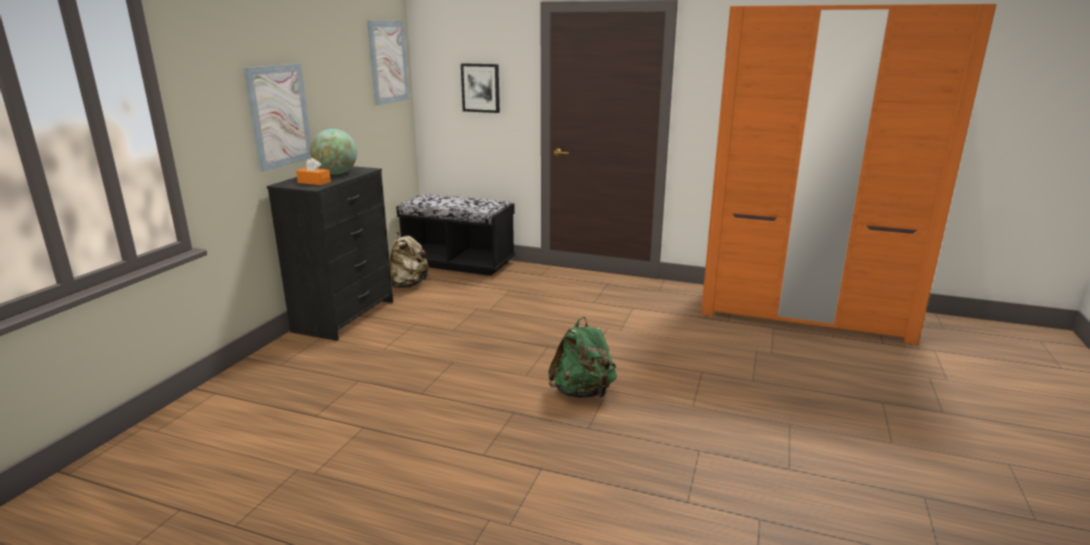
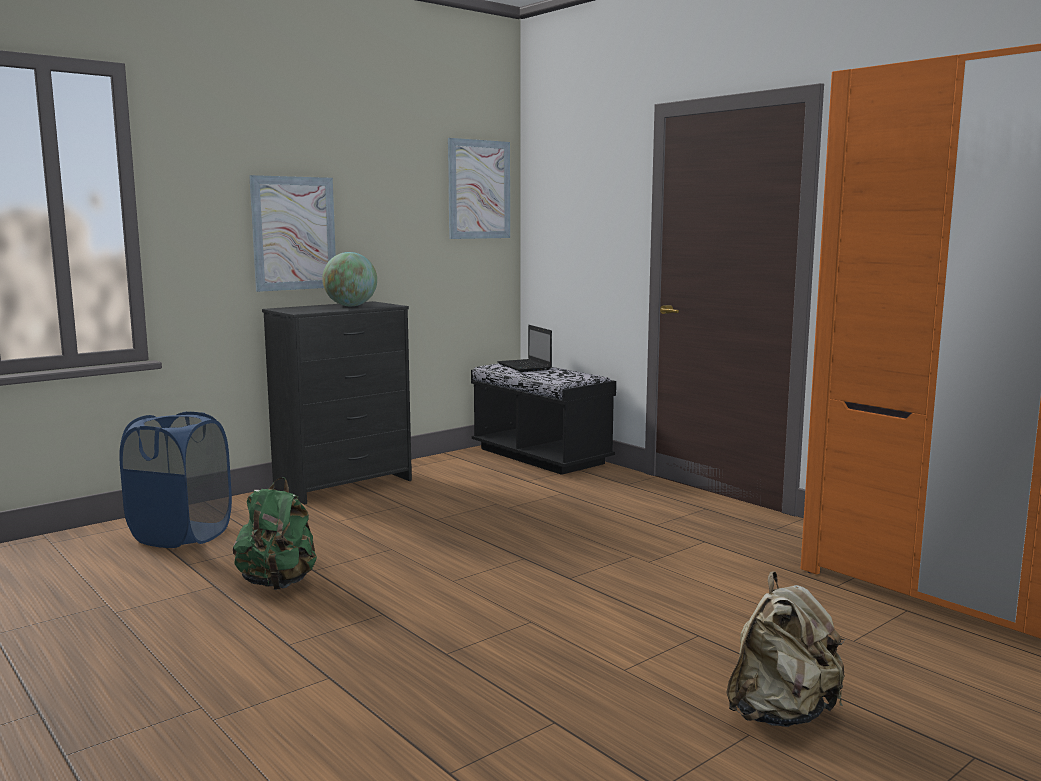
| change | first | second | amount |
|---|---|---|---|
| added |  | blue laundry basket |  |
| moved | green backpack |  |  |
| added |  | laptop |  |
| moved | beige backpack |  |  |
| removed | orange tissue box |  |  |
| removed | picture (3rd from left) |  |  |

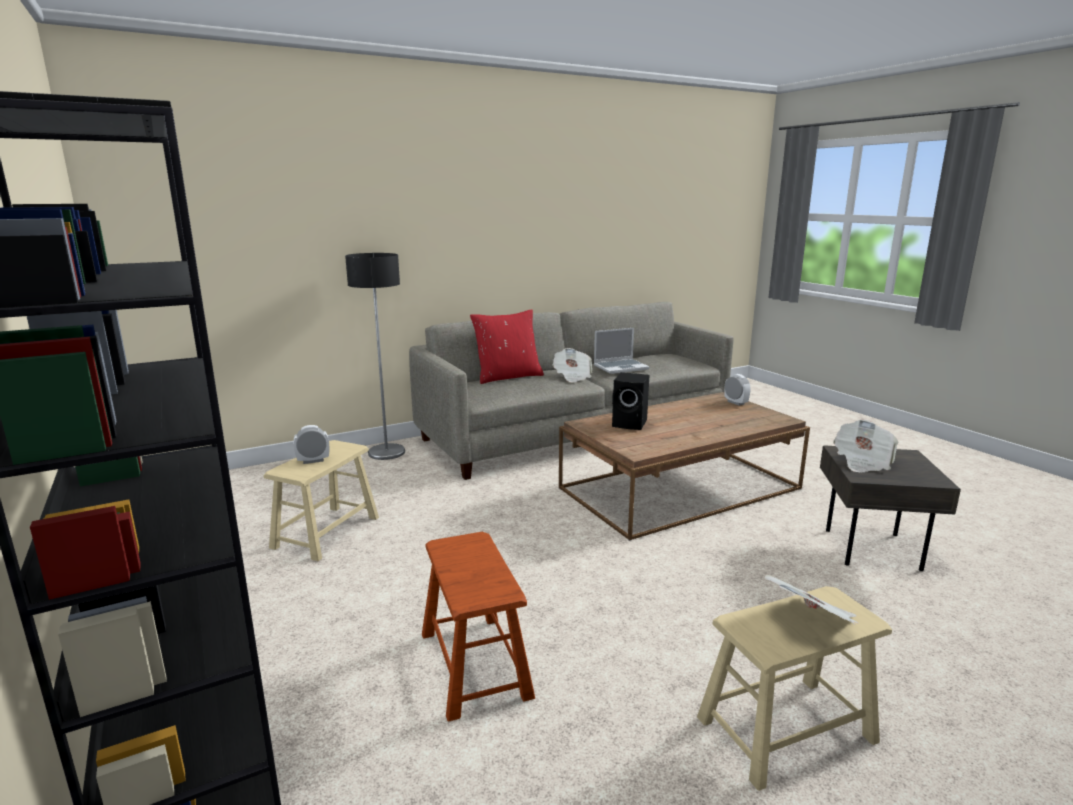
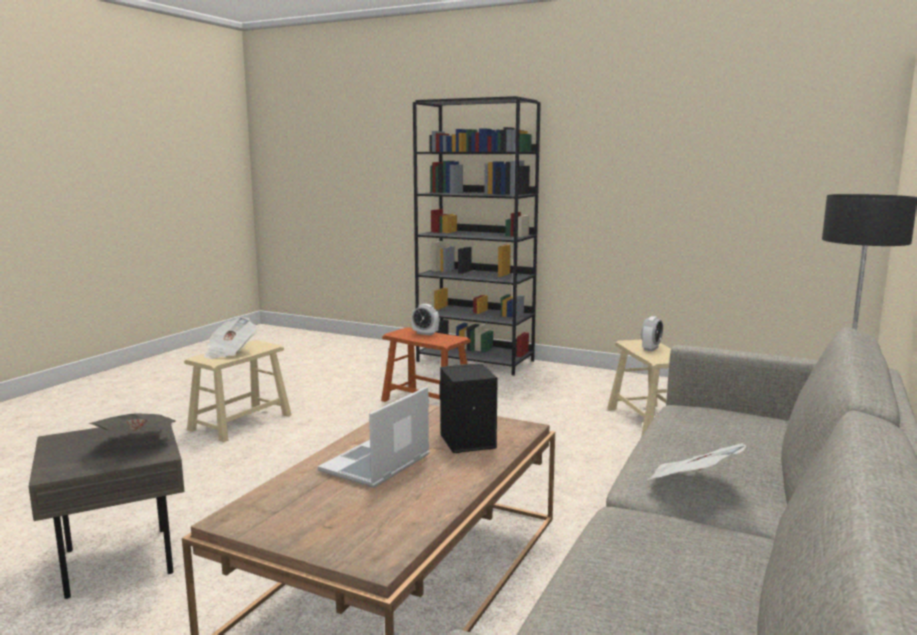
| change | first | second | amount |
|---|---|---|---|
| moved | laptop |  |  |
| moved | alarm clock (2nd from left in the first image) | alarm clock (1st from left) |  |
| removed | red pillow |  |  |

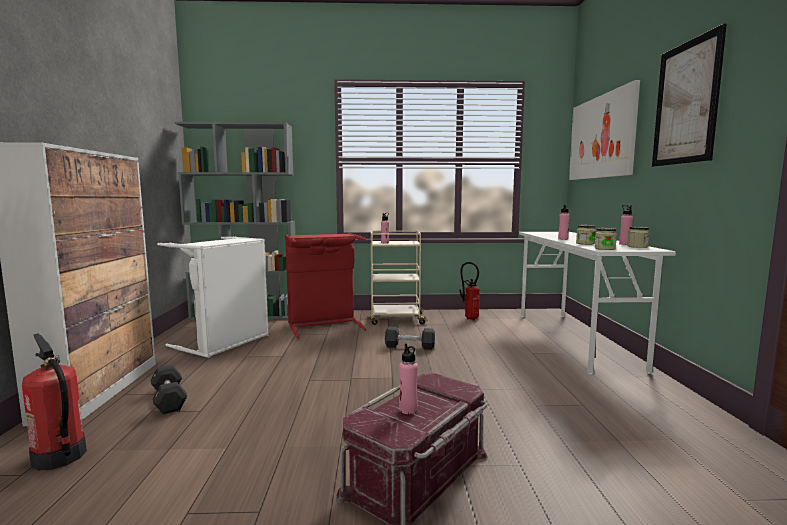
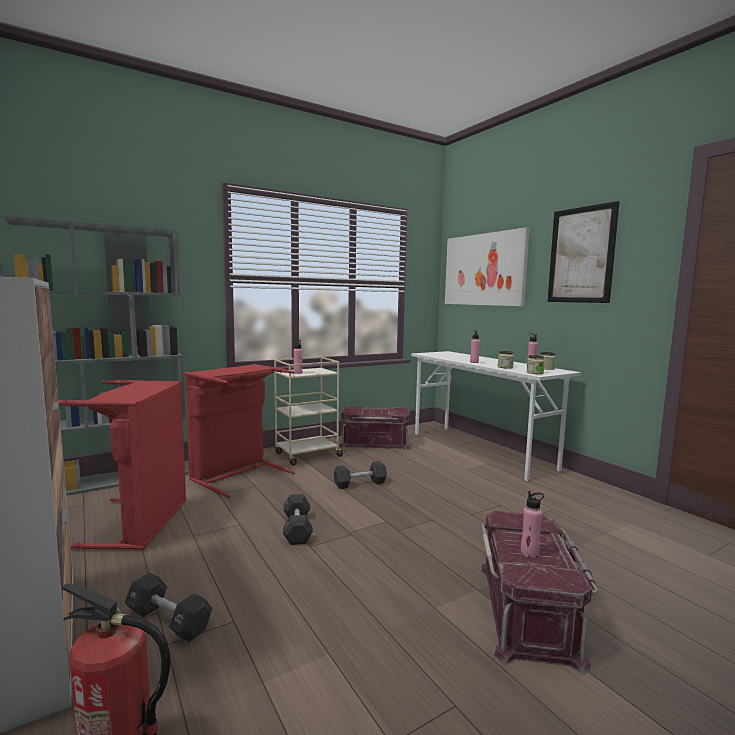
| change | first | second | amount |
|---|---|---|---|
| recoloured | white laundry basket | red laundry basket (1st from left) |  |
| added |  | black dumbbell (2nd from left) |  |
| replaced | fire extinguisher (2nd from left) | red storage box (1st from left) |  |

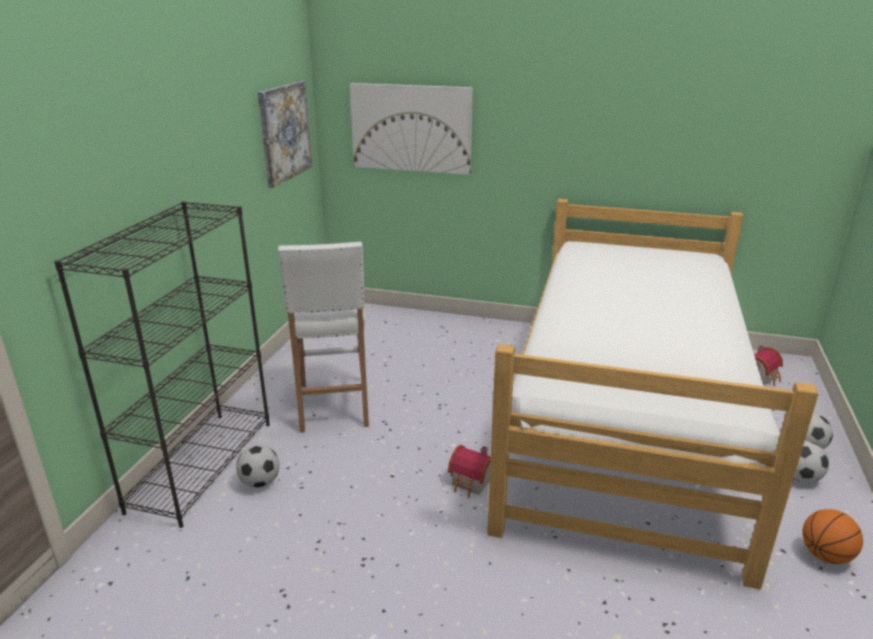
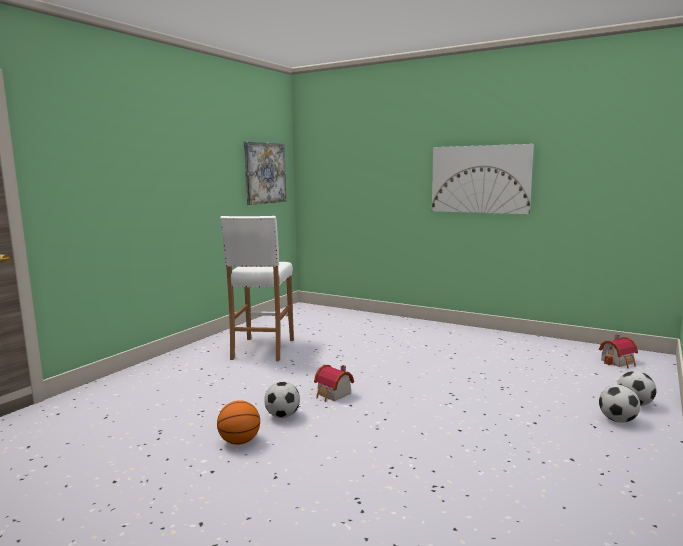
| change | first | second | amount |
|---|---|---|---|
| moved | basketball |  |  |
| moved | football (1st from left) |  |  |
| moved | picture (2nd from left) |  |  |
| removed | black bookcase |  |  |
| removed | bed |  |  |

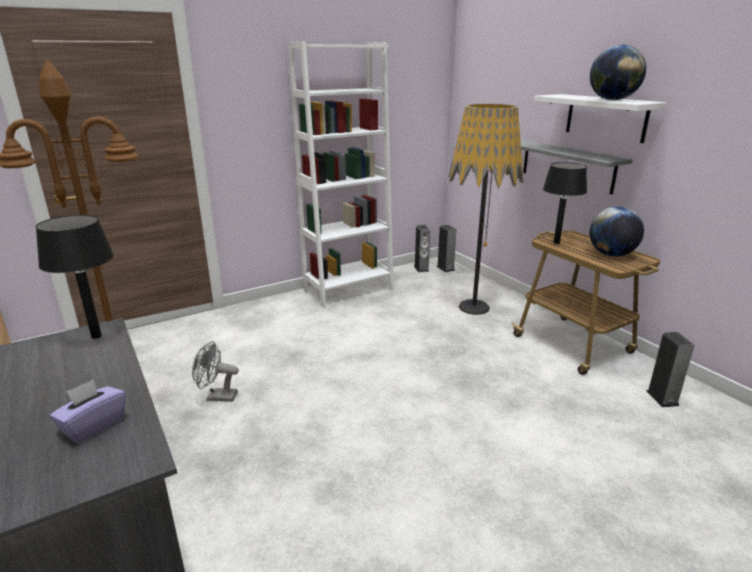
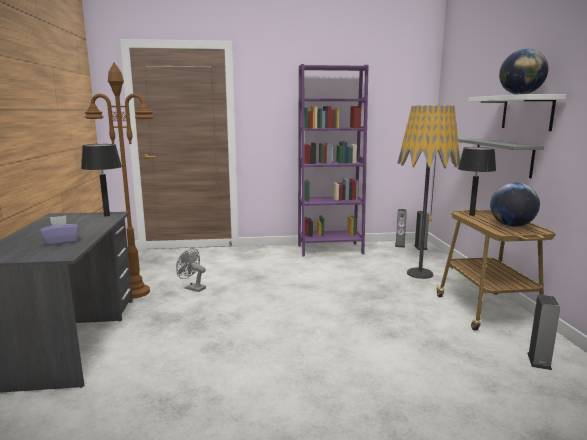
| change | first | second | amount |
|---|---|---|---|
| recoloured | white bookcase | purple bookcase |  |

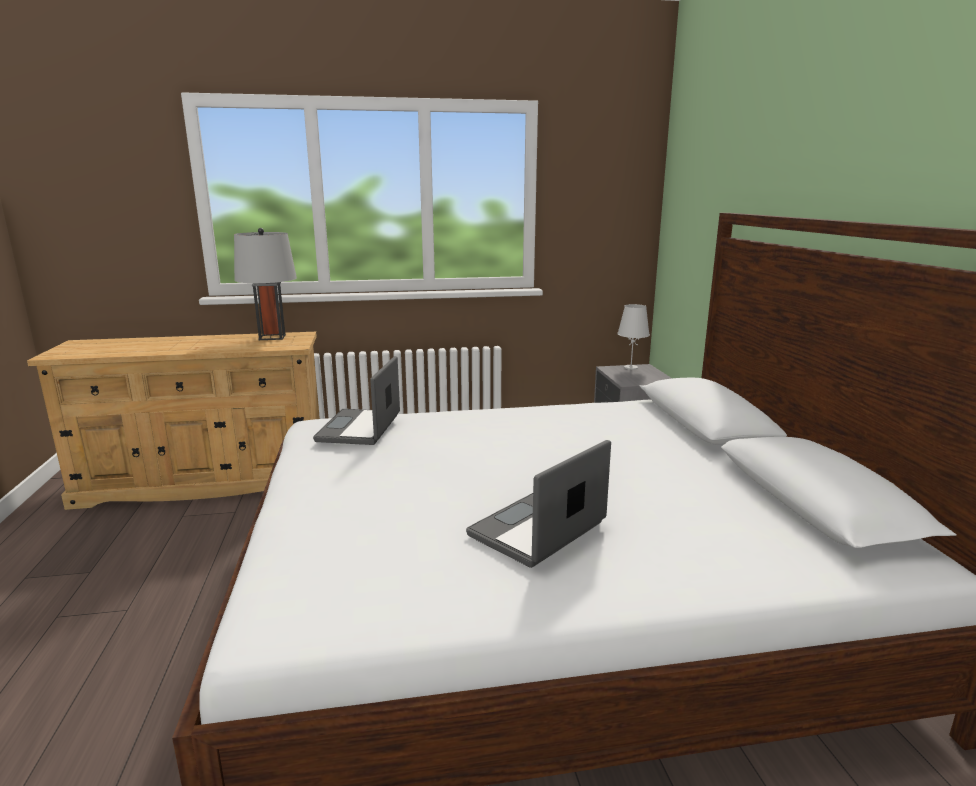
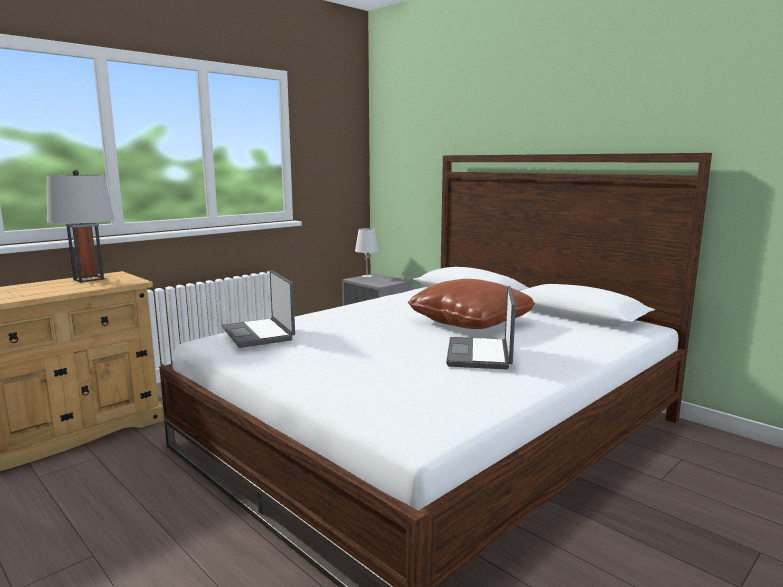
| change | first | second | amount |
|---|---|---|---|
| added |  | brown pillow |  |

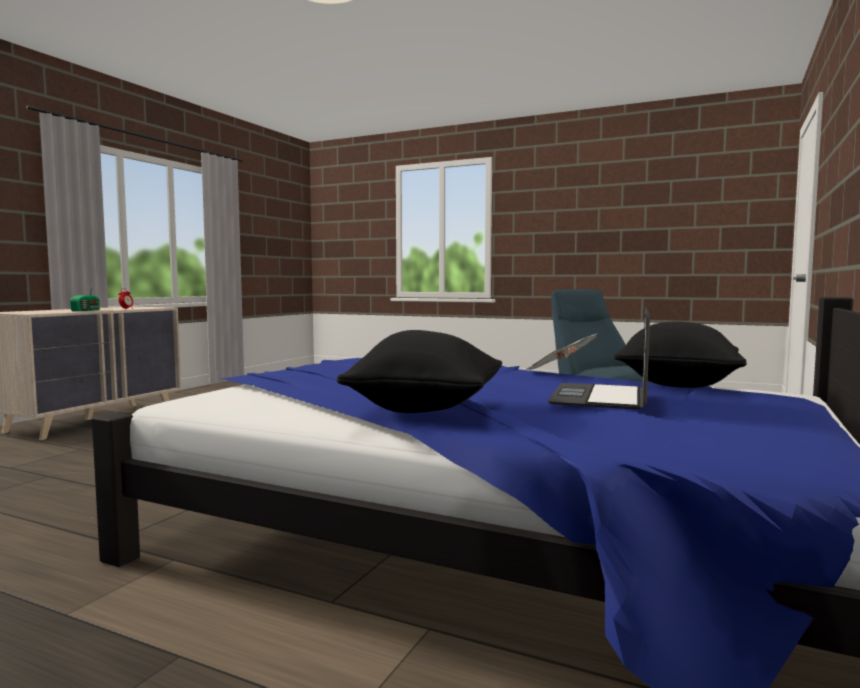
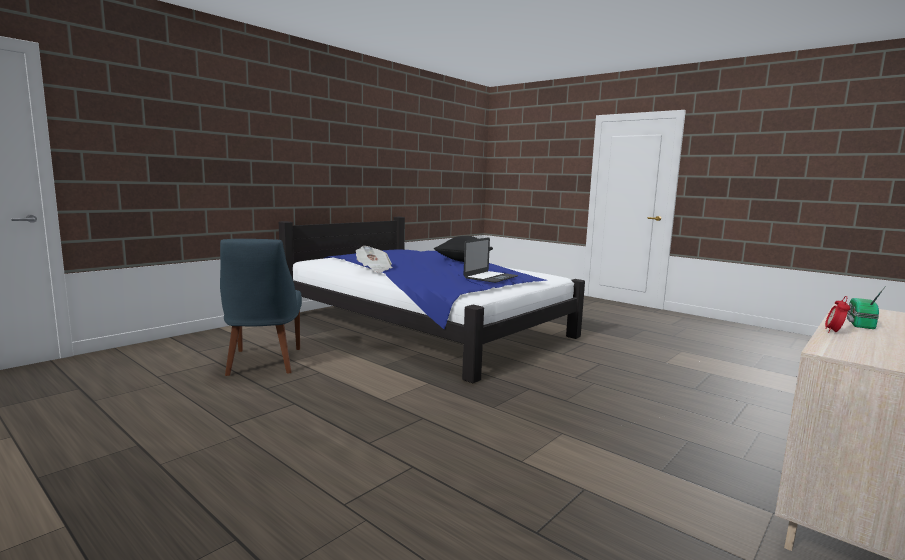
| change | first | second | amount |
|---|---|---|---|
| moved | laptop |  |  |
| removed | black pillow (2nd from left) |  |  |

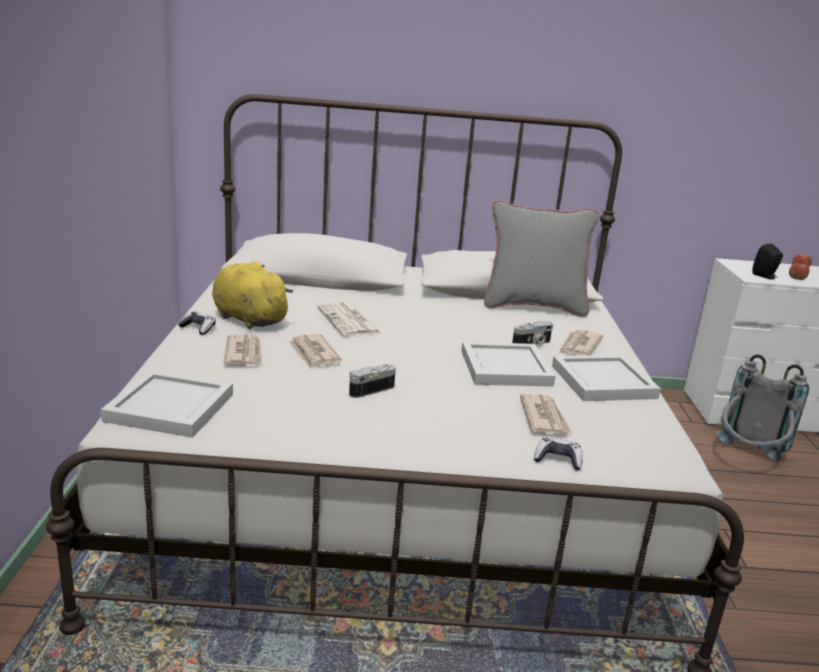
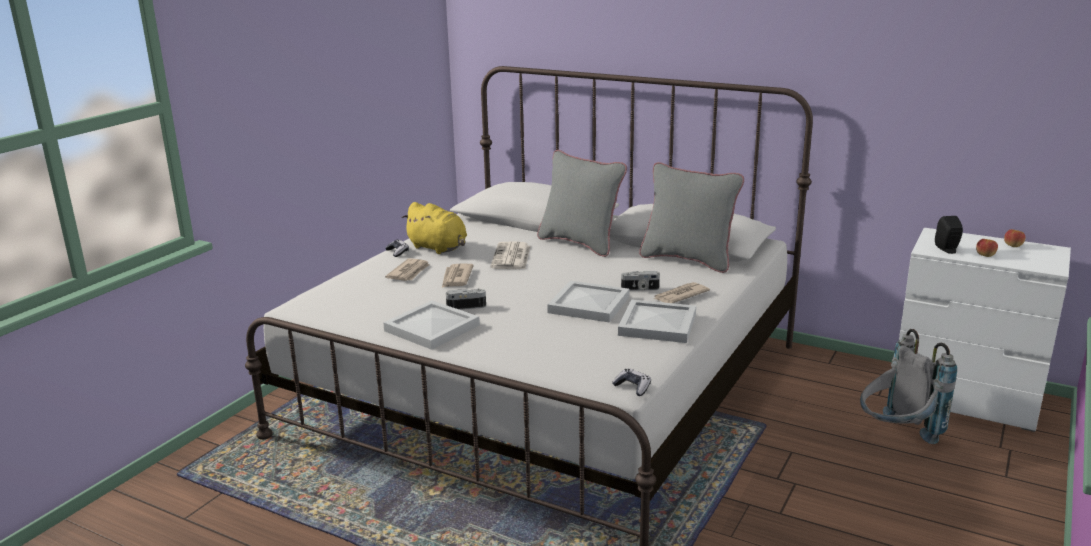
| change | first | second | amount |
|---|---|---|---|
| moved | white tray (1st from left) |  |  |
| turned | yellow plush toy |  | 150 degrees clockwise |
| added |  | grey pillow (1st from left) |  |
| moved | game controller (2nd from left) |  |  |
| removed | newspaper (4th from left) |  |  |

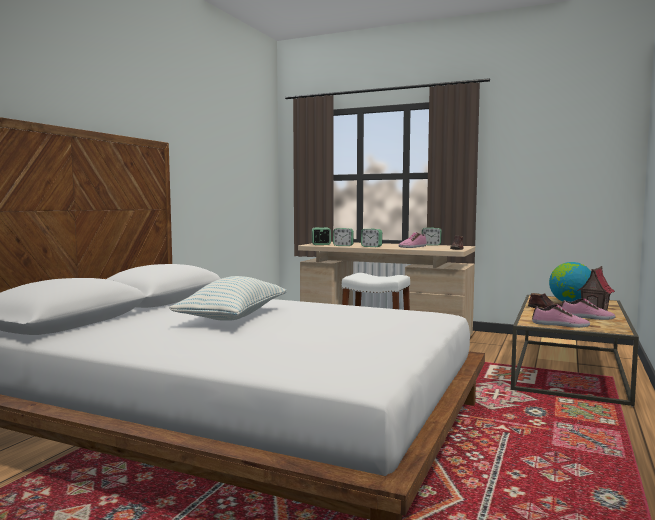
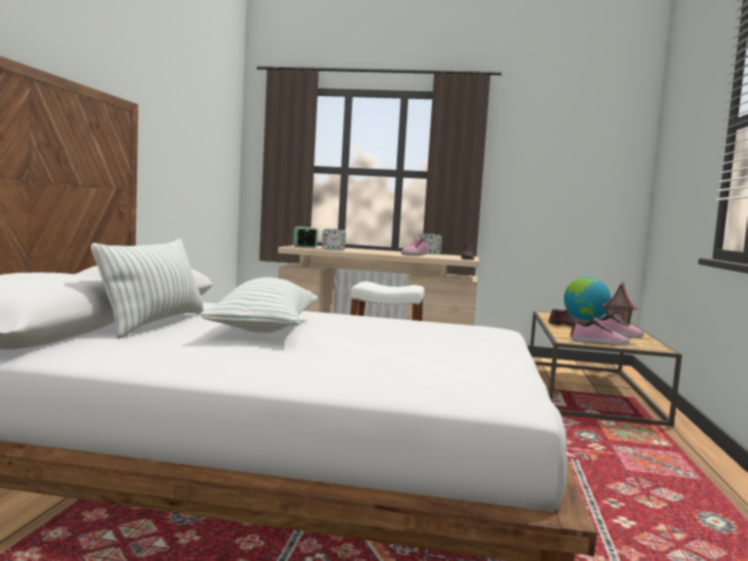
| change | first | second | amount |
|---|---|---|---|
| added |  | pillow (1st from left) |  |
| removed | alarm clock (3rd from left) |  |  |

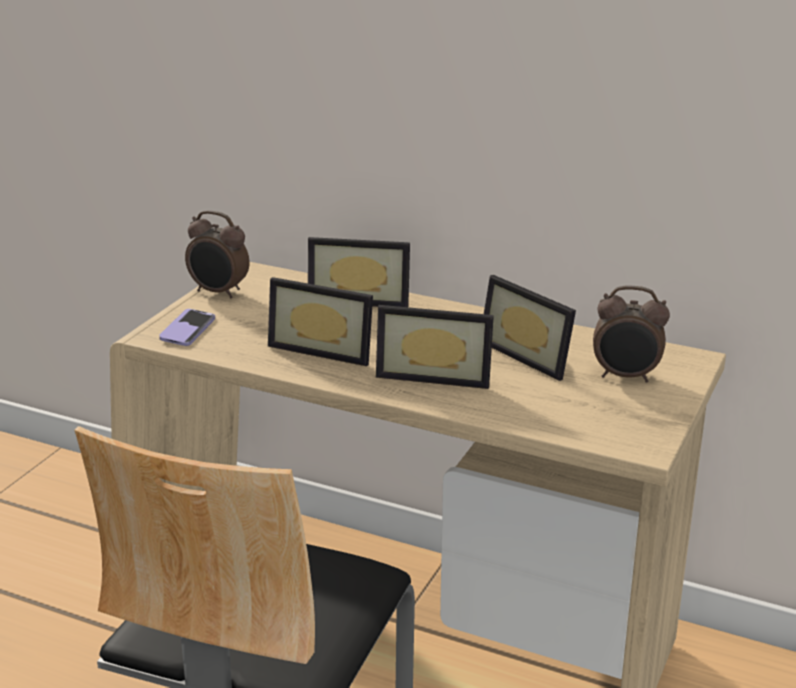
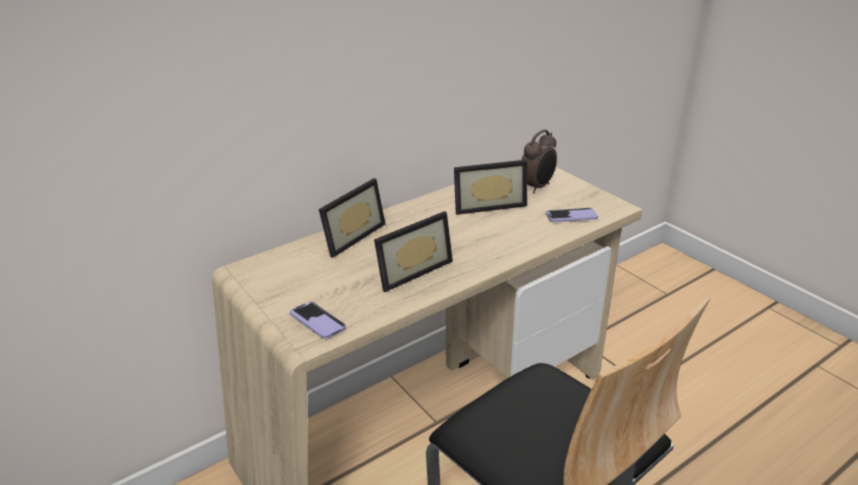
| change | first | second | amount |
|---|---|---|---|
| added |  | phone (2nd from left) |  |
| removed | alarm clock (1st from left) |  |  |
| removed | picture frame (3rd from left) |  |  |

